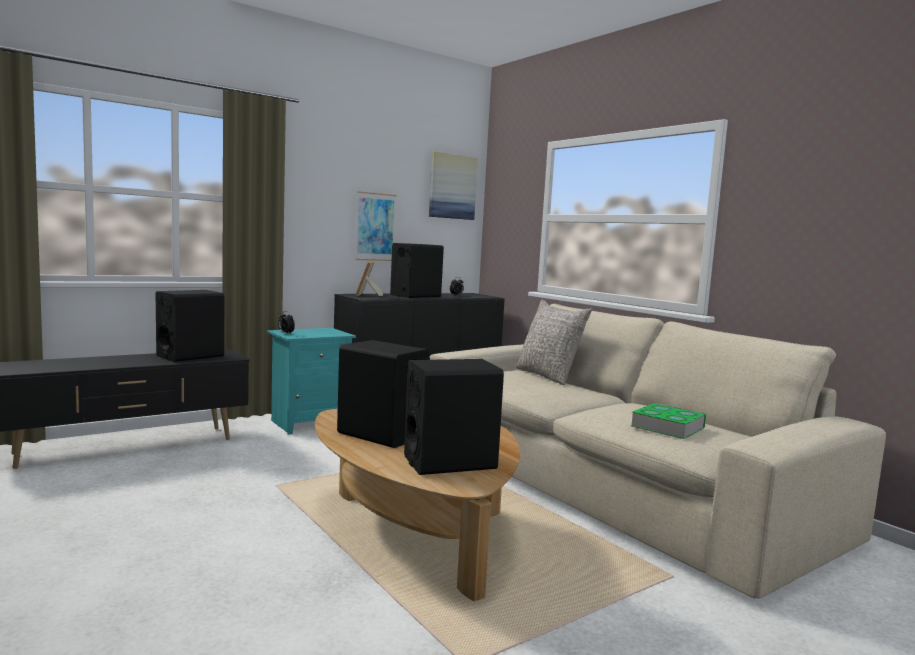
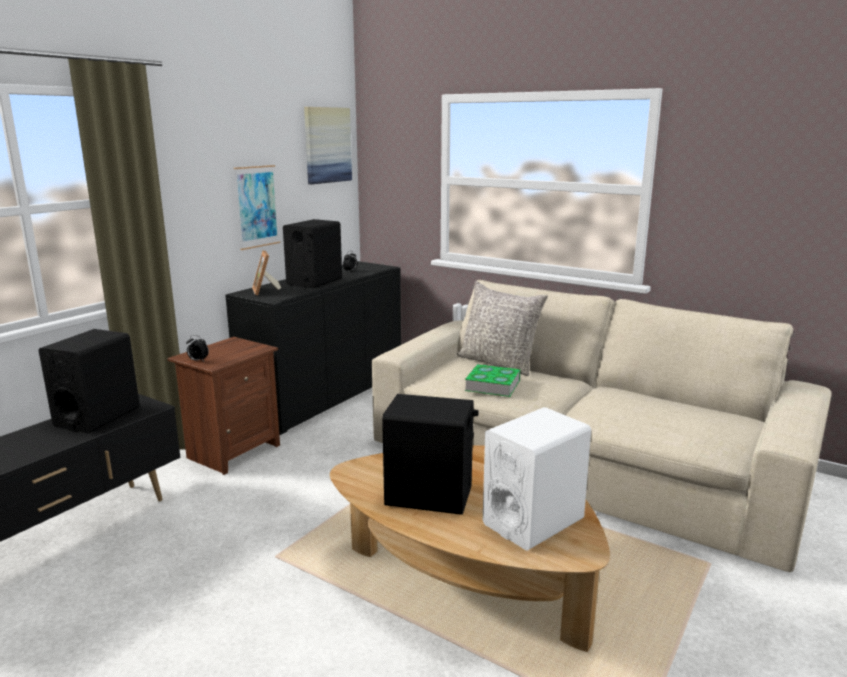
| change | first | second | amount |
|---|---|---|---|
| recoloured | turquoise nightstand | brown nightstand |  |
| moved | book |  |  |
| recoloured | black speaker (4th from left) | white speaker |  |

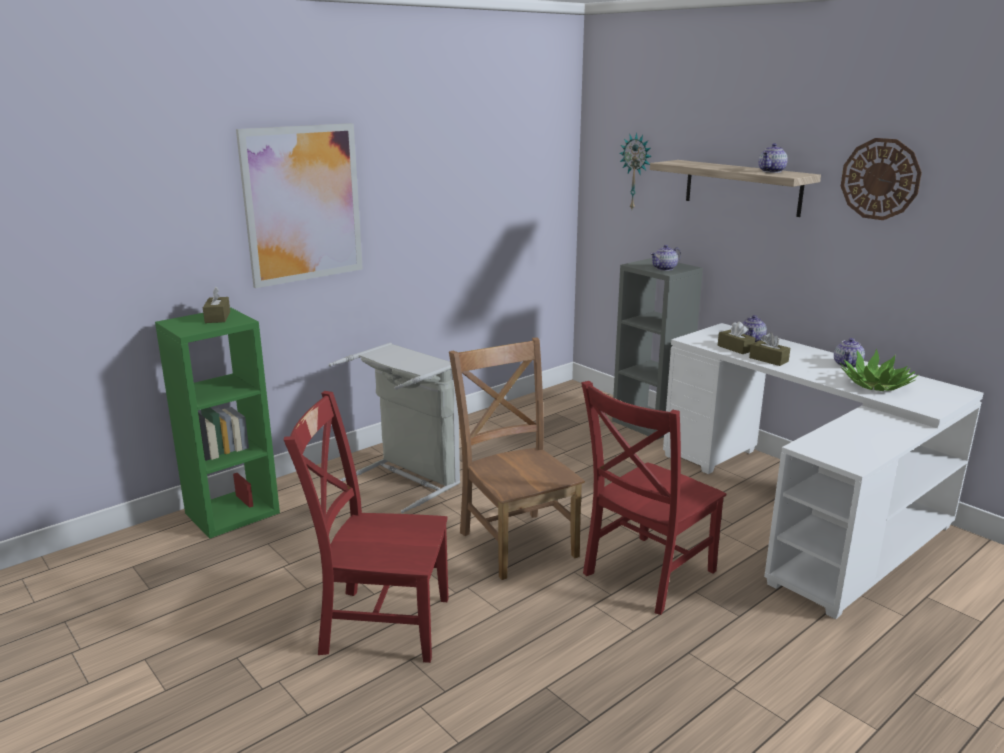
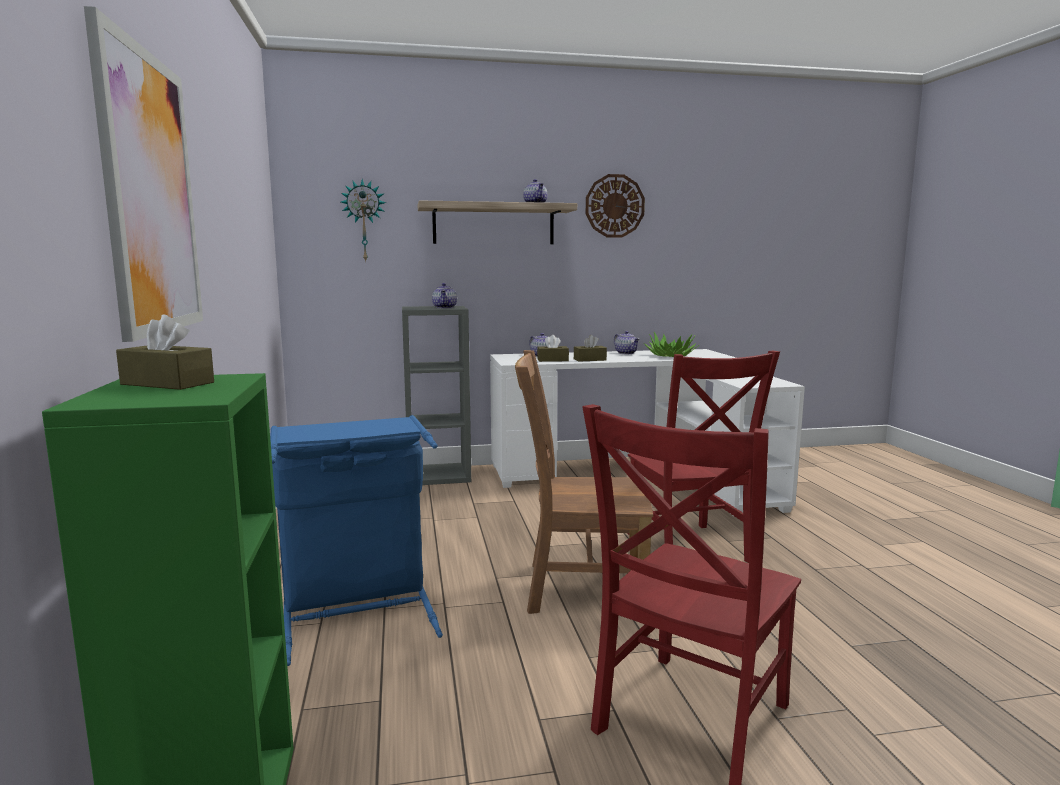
| change | first | second | amount |
|---|---|---|---|
| recoloured | grey laundry basket | blue laundry basket |  |

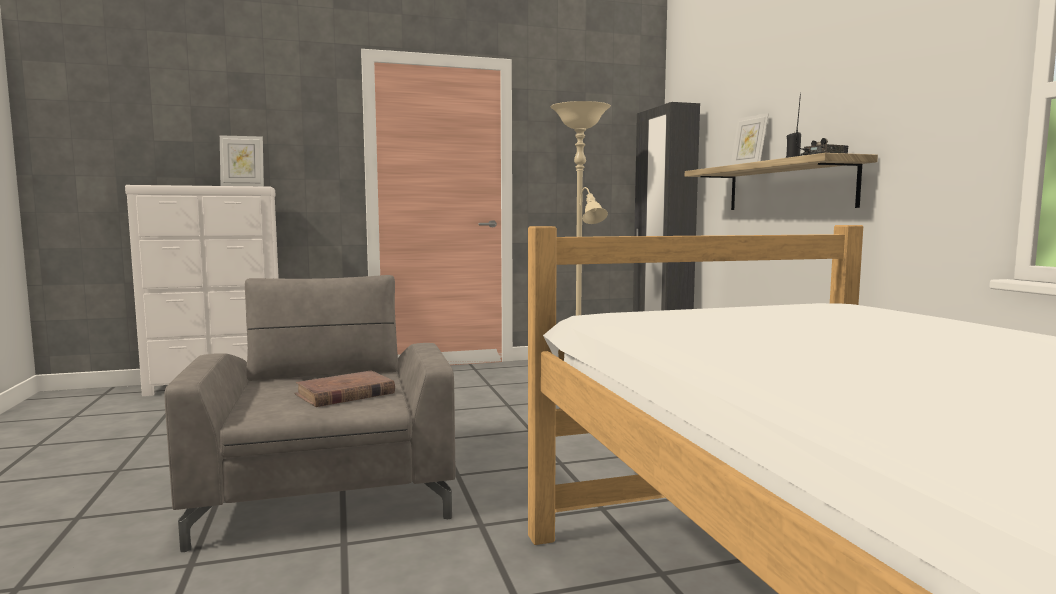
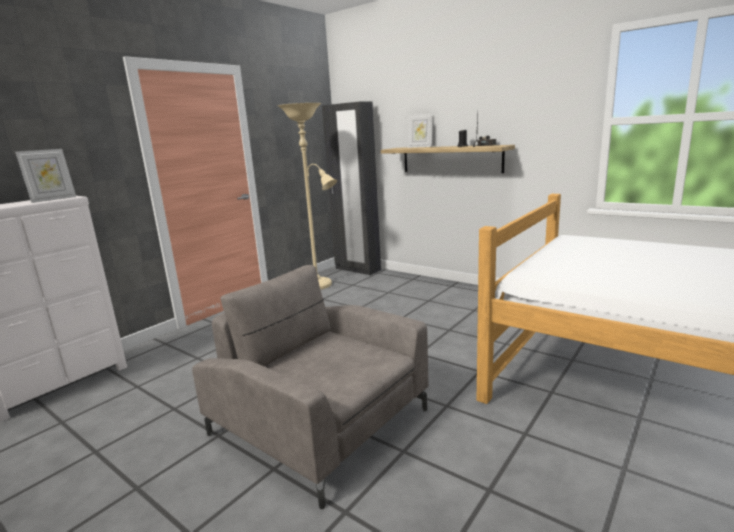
| change | first | second | amount |
|---|---|---|---|
| removed | brown book |  |  |

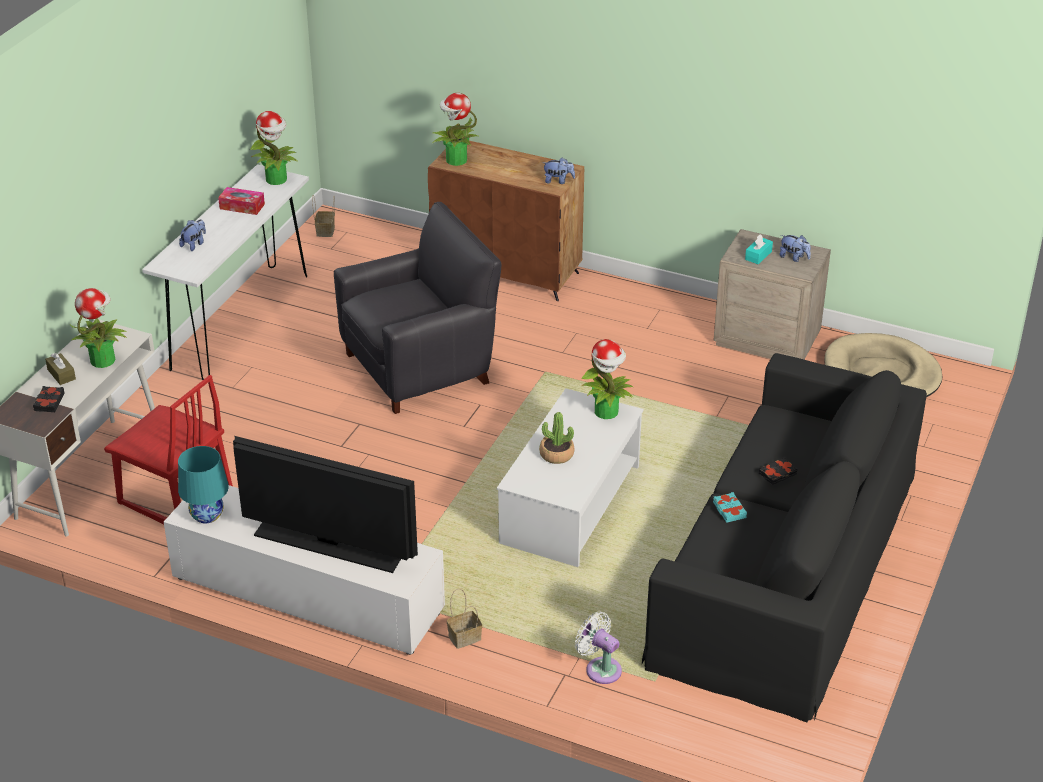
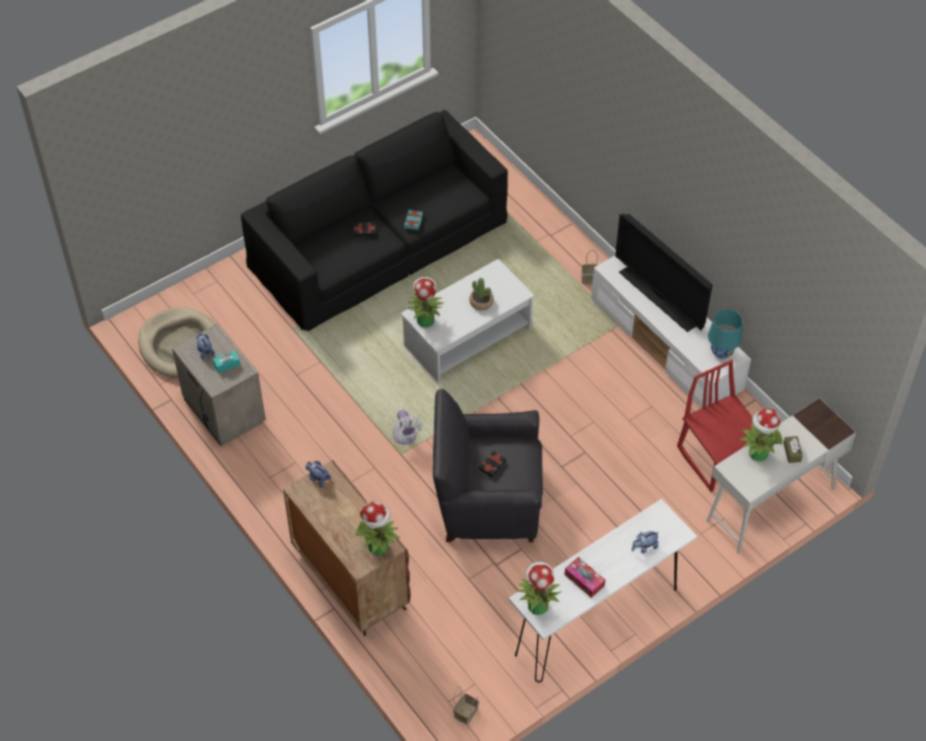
| change | first | second | amount |
|---|---|---|---|
| moved | white fan |  |  |
| moved | black book (1st from left in the first image) | black book (2nd from left) |  |

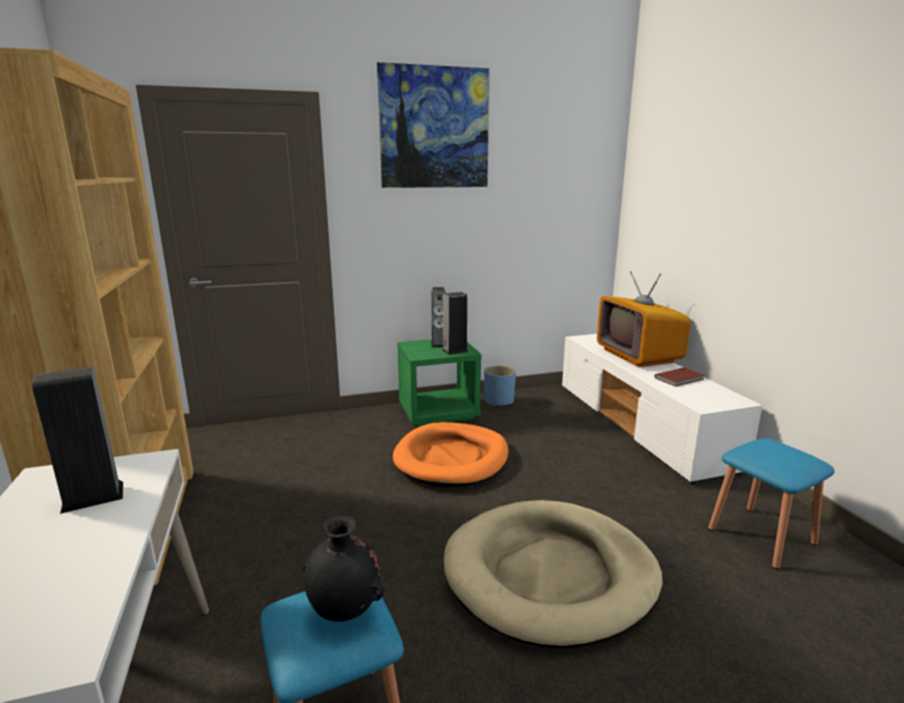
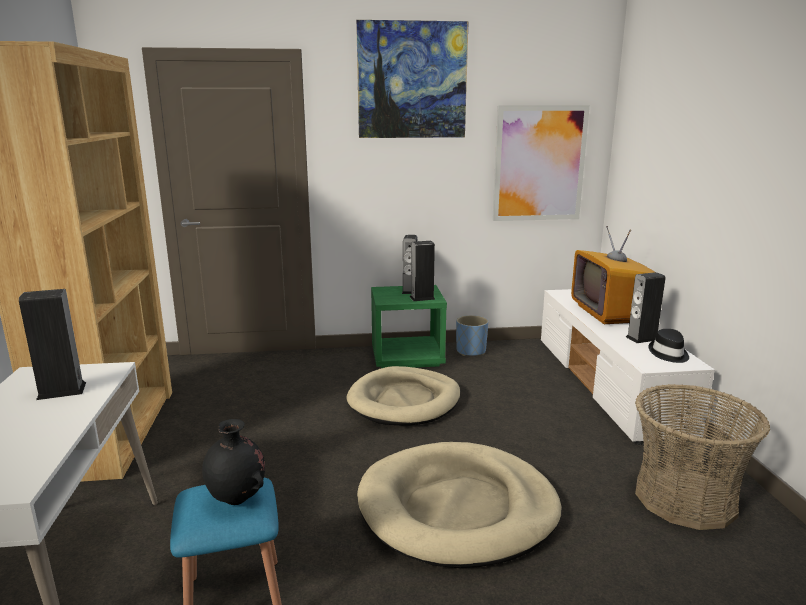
| change | first | second | amount |
|---|---|---|---|
| recoloured | orange dog bed | beige dog bed (1st from left) |  |
| added |  | picture (2nd from left) |  |
| replaced | brown book | speaker (4th from left) |  |
| replaced | blue stool (2nd from left) | basket |  |
| added |  | black hat |  |

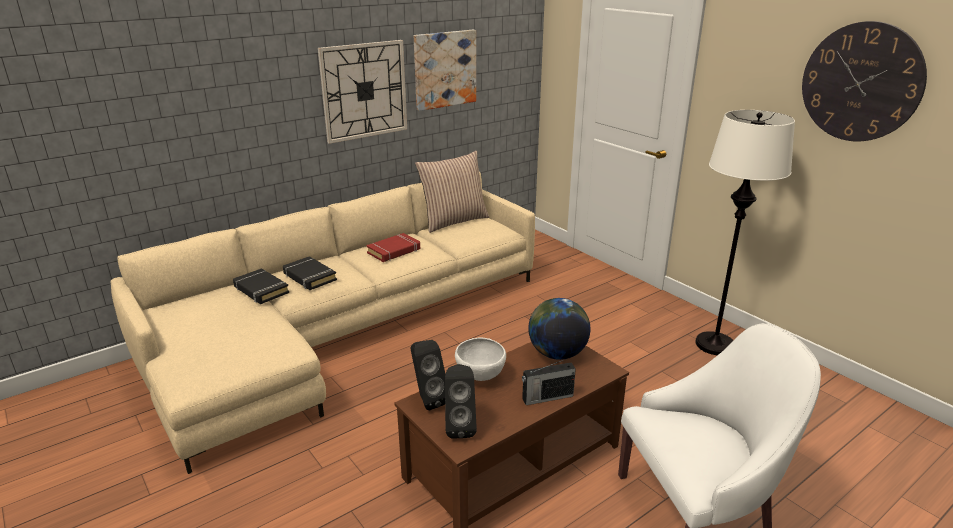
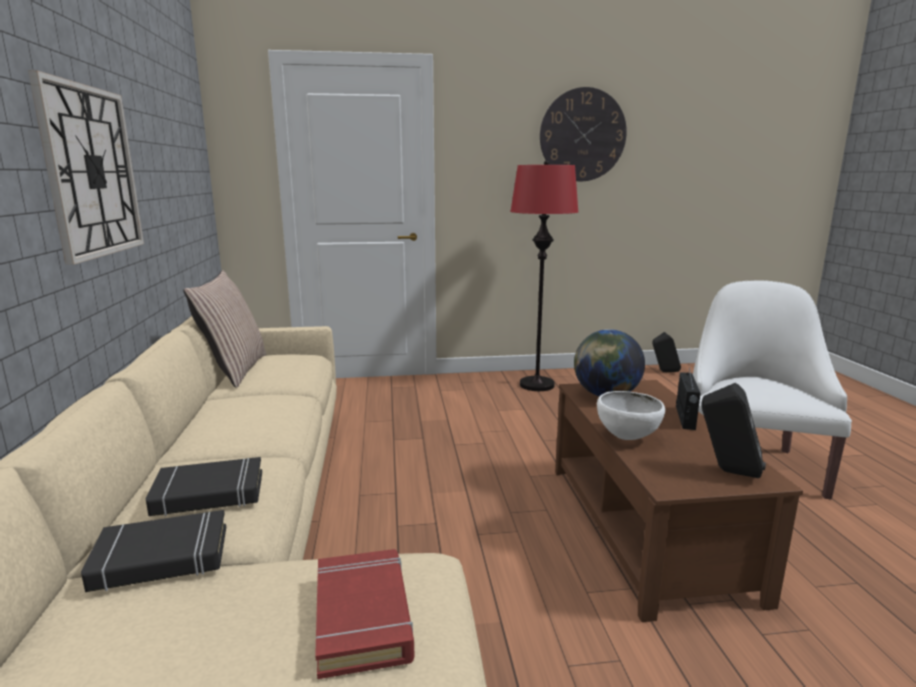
| change | first | second | amount |
|---|---|---|---|
| moved | red book |  |  |
| recoloured | white floor lamp | red floor lamp |  |
| moved | black speaker (1st from left) |  |  |
| removed | picture |  |  |

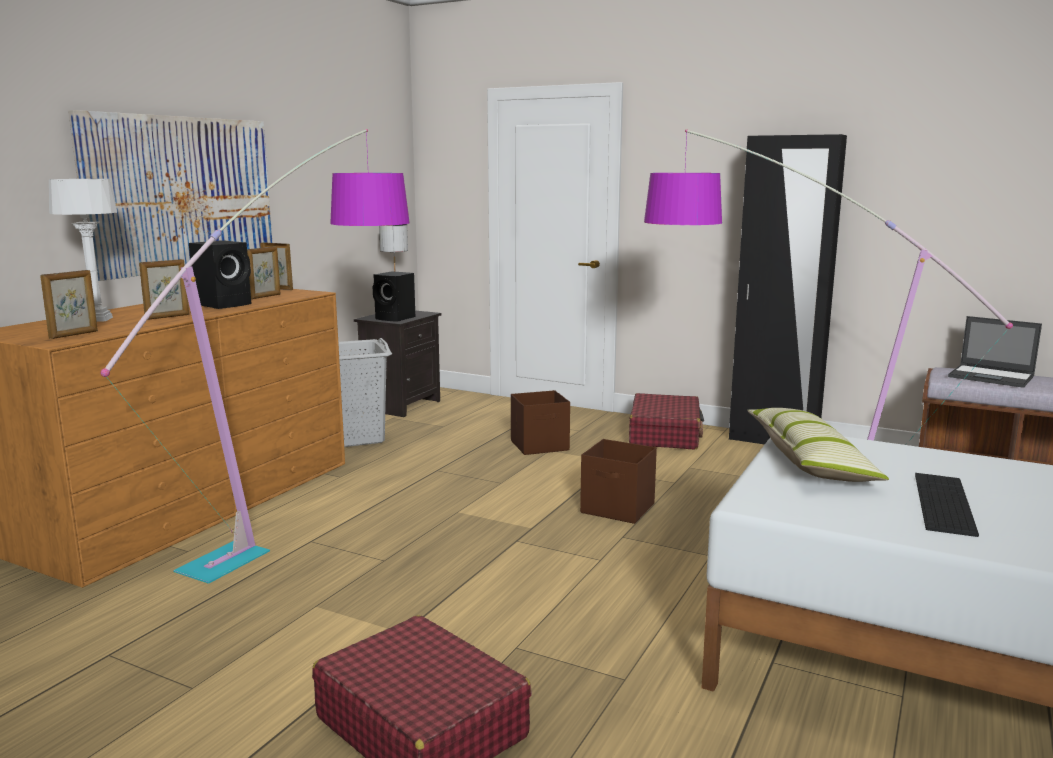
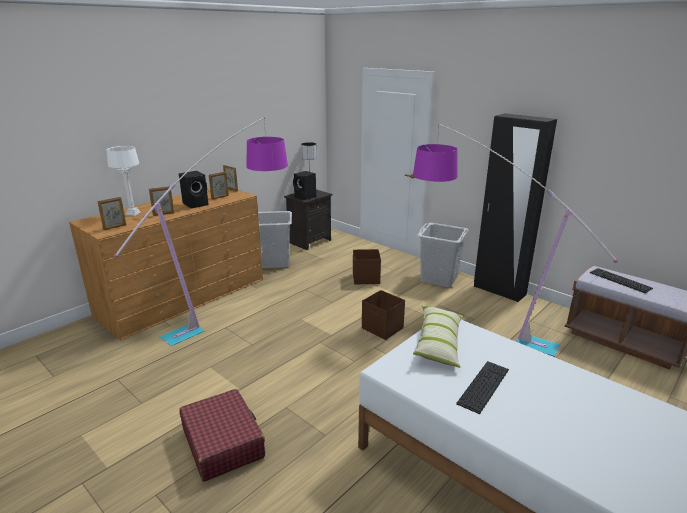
| change | first | second | amount |
|---|---|---|---|
| replaced | red suitcase (2nd from left) | grey laundry basket (2nd from left) |  |
| replaced | laptop | keyboard (2nd from left) |  |
| removed | picture |  |  |

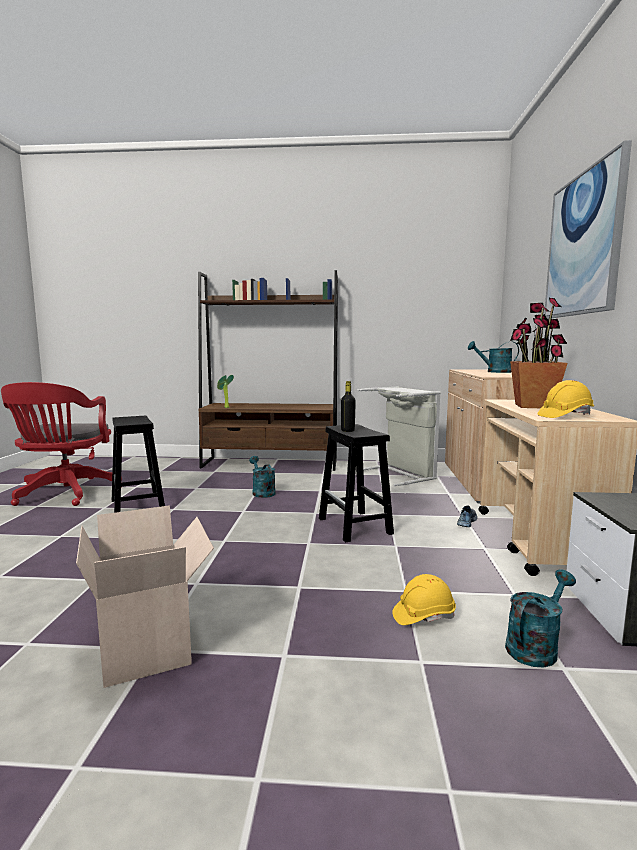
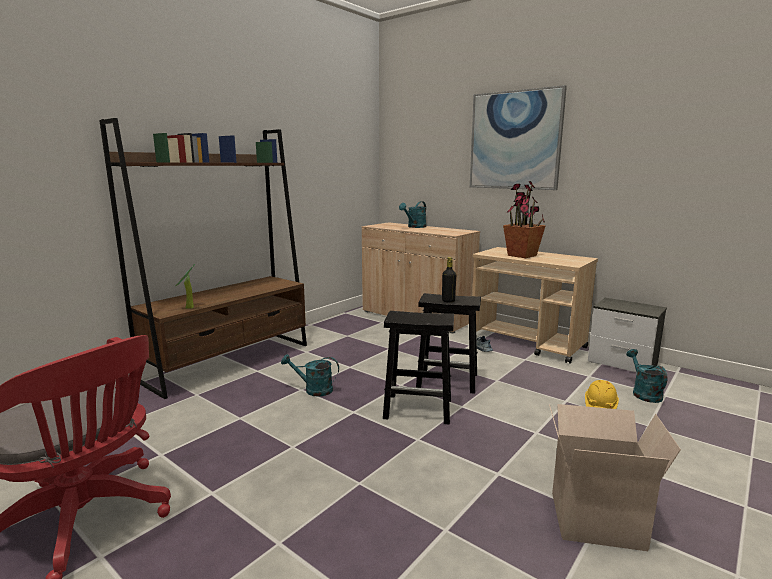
| change | first | second | amount |
|---|---|---|---|
| moved | black stool (1st from left) |  |  |
| removed | grey laundry basket |  |  |
| removed | yellow hard hat (2nd from left) |  |  |

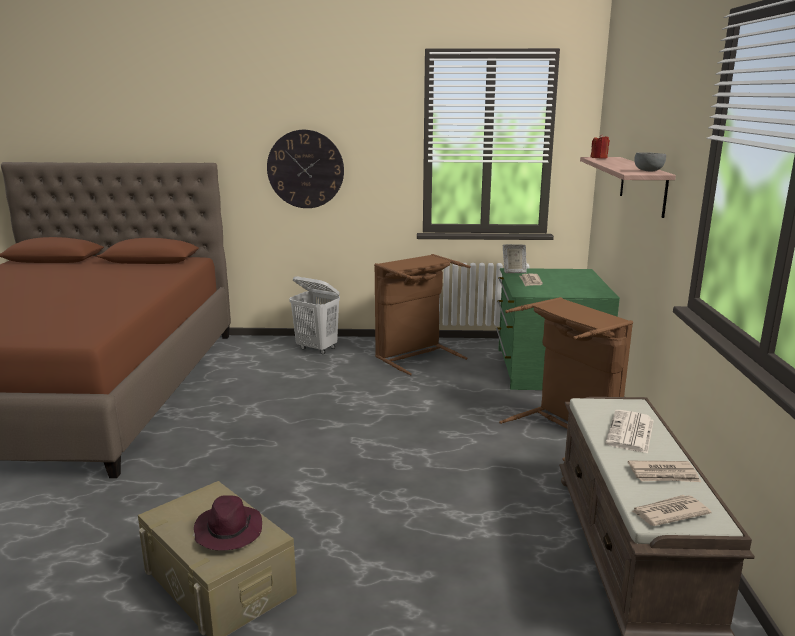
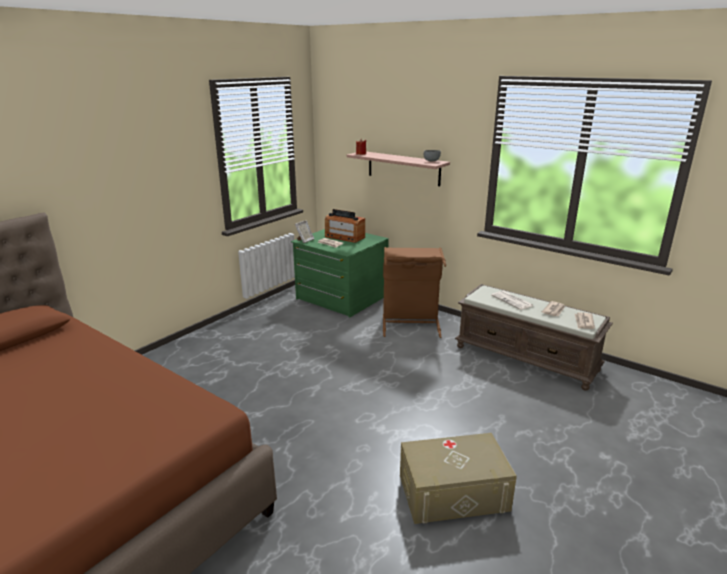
| change | first | second | amount |
|---|---|---|---|
| added |  | radio |  |
| removed | purple hat |  |  |
| removed | wall clock |  |  |
| removed | white laundry basket |  |  |
| removed | brown laundry basket (1st from left) |  |  |

